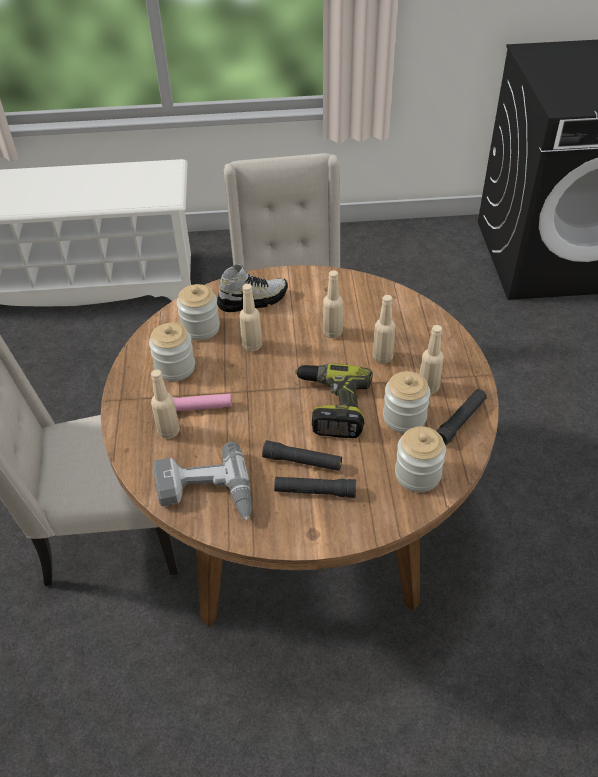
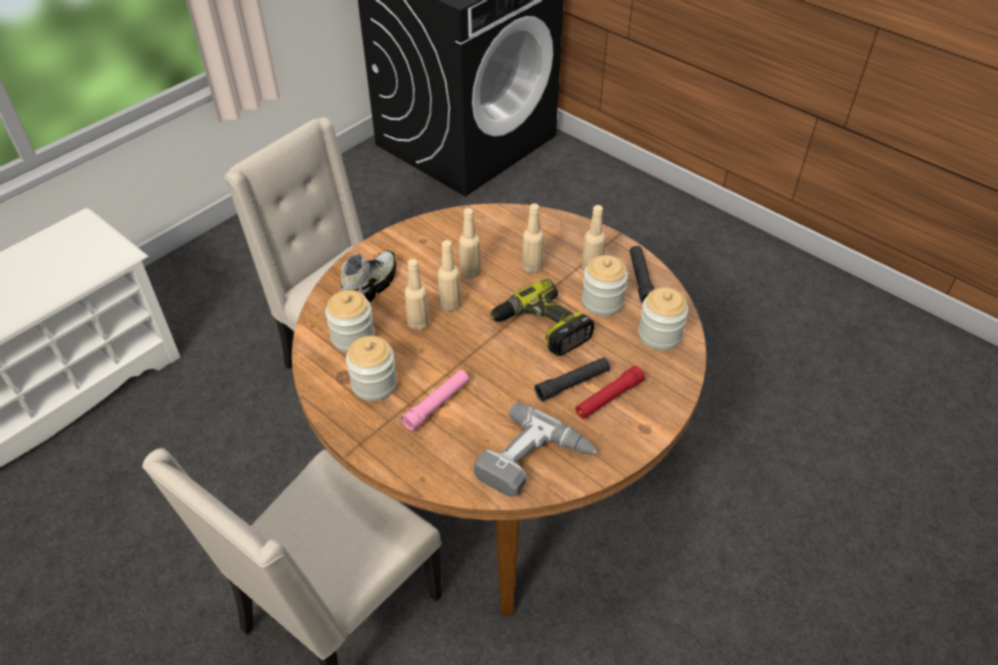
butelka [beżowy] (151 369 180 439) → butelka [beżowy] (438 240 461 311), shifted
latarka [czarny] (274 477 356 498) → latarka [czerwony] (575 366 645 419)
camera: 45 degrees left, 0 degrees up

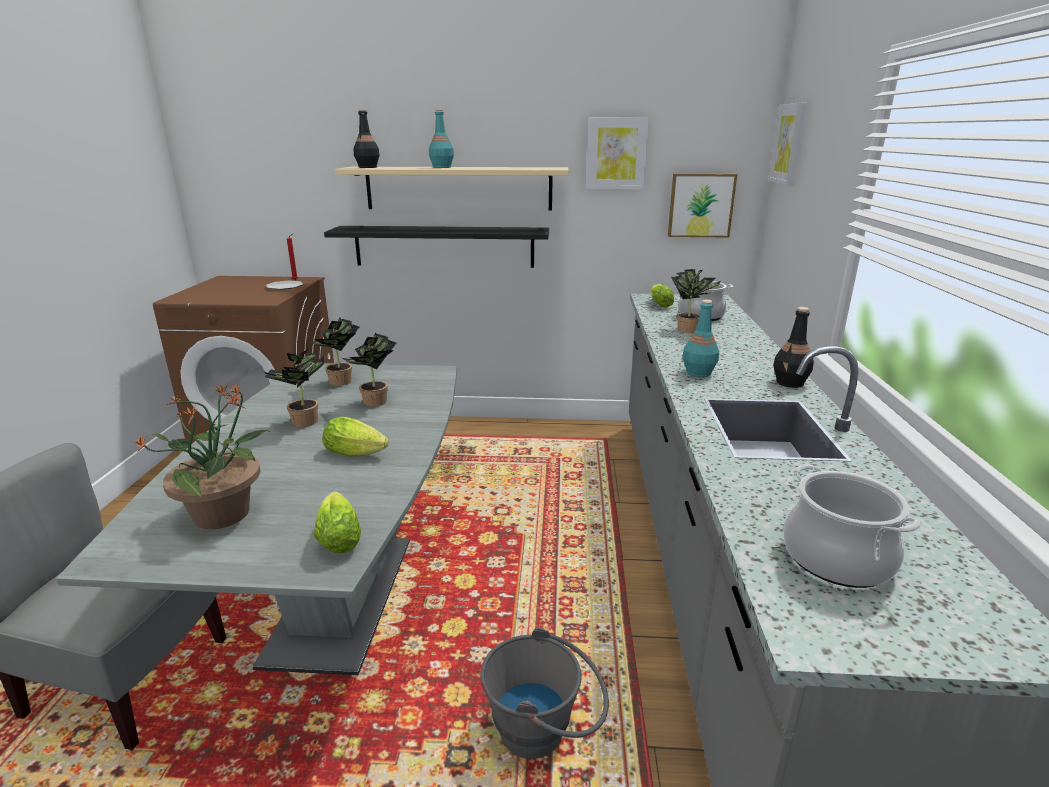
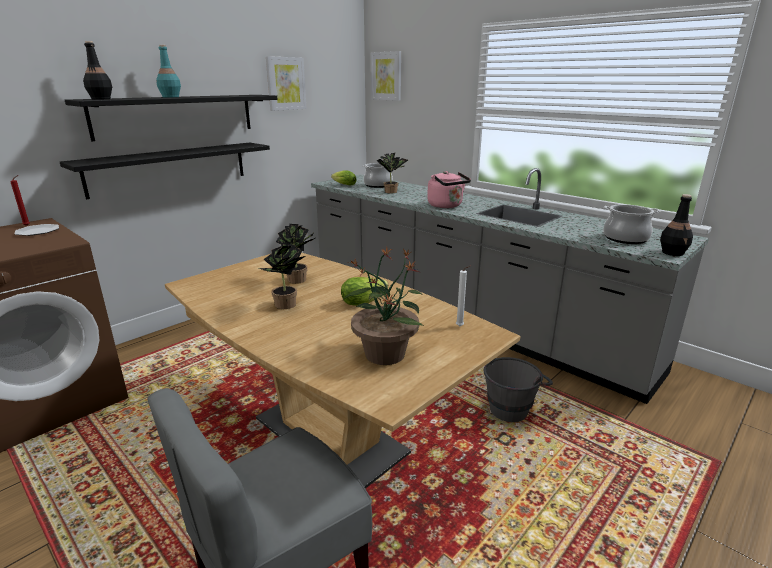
półka [beżowy] (335 167 568 211) → półka [czarny] (65 95 278 141)
obraz (668 173 737 238) → -
butelka [turkusowy] (683 300 719 377) → czajnik [różowy] (427 171 471 208)
butelka [czarny] (773 307 814 388) → butelka [czarny] (660 194 693 256), shifted
roślina doniczkowa (309 318 359 386) → -
stół jadalny [szary] (56 363 457 675) → stół jadalny [brązowy] (165 253 520 489)
sałata (314 491 361 553) → świeca [biały] (456 266 470 326)
camera: 50 degrees left, 0 degrees up

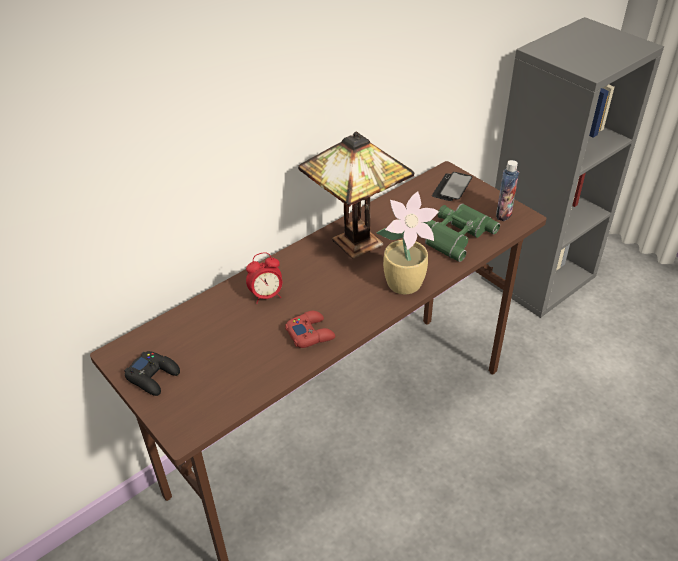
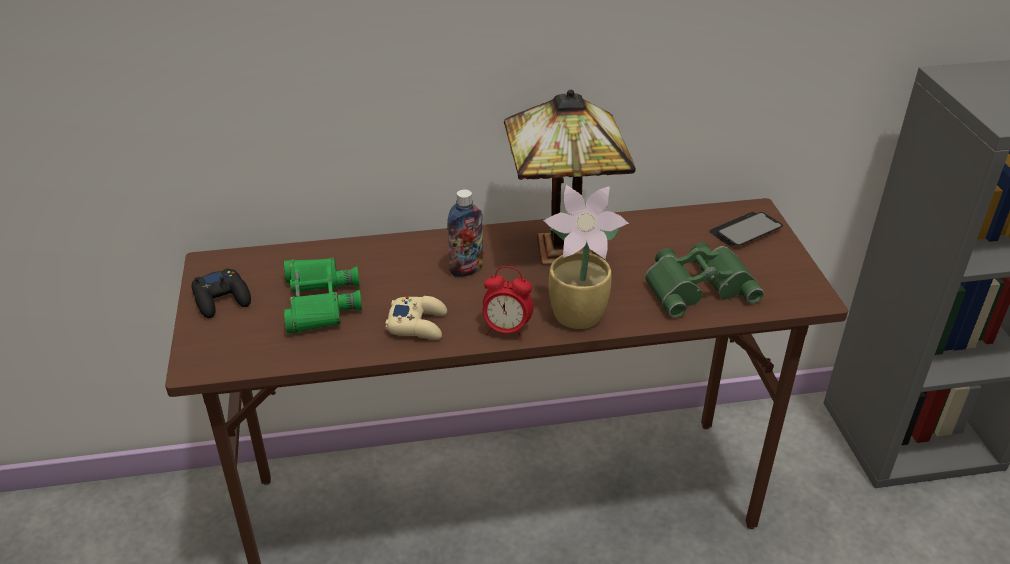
butelka (496 160 519 221) → butelka (447 189 483 277), shifted
budzik (246 252 282 304) → budzik (483 266 533 339), shifted
pad do gier [czerwony] (285 311 335 348) → pad do gier [beżowy] (385 296 447 340)
- → lornetka [zielony] (284 257 362 333)
camera: 30 degrees right, 5 degrees down

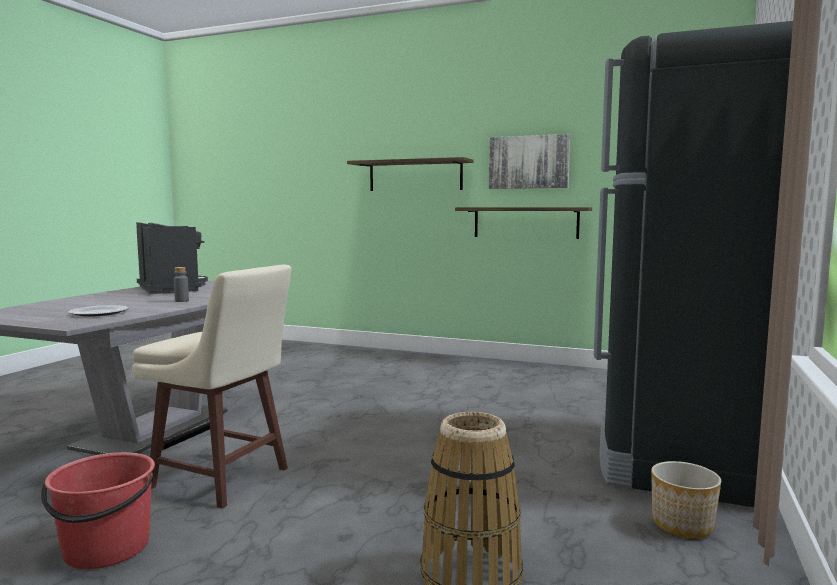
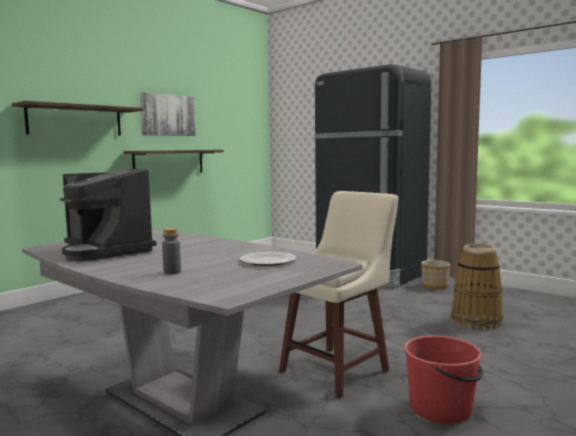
ekspres do kawy (136 222 208 294) → ekspres do kawy (60 169 156 261), 120 degrees counterclockwise
butelka [szary] (174 267 189 302) → butelka [szary] (162 228 181 274), shifted
camera: 70 degrees left, 0 degrees up

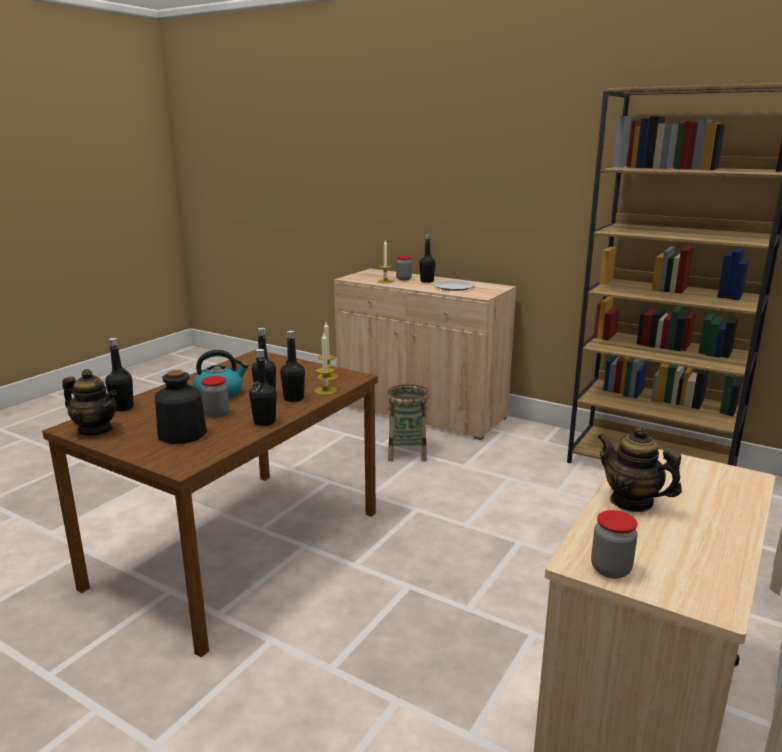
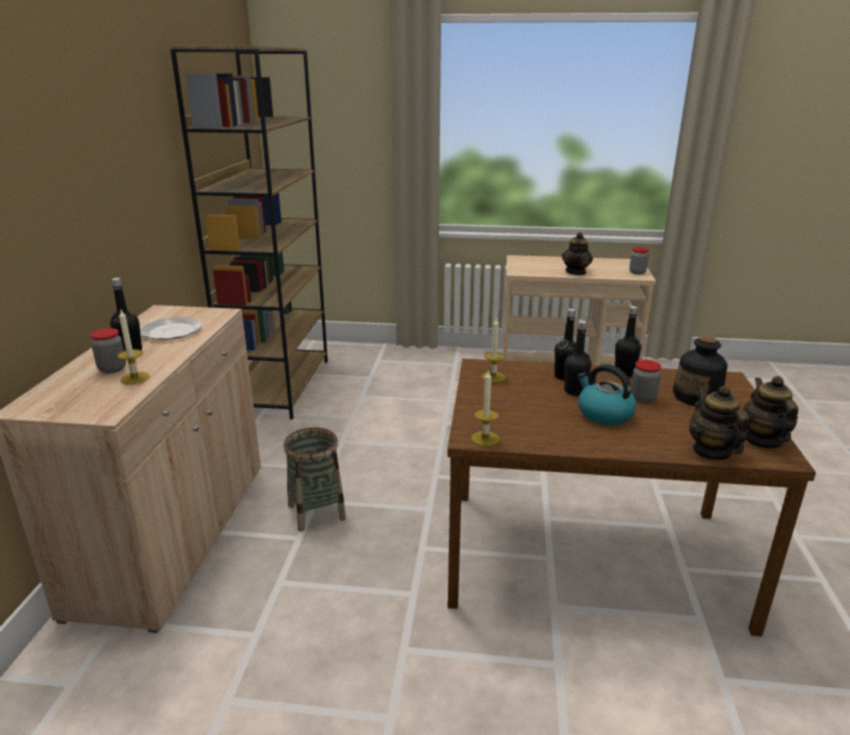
świeca (314 334 337 395) → świeca (471 370 500 446), shifted
butelka [czarny] (105 338 134 412) → imbryk (689 386 749 461)
camera: 115 degrees left, 5 degrees up

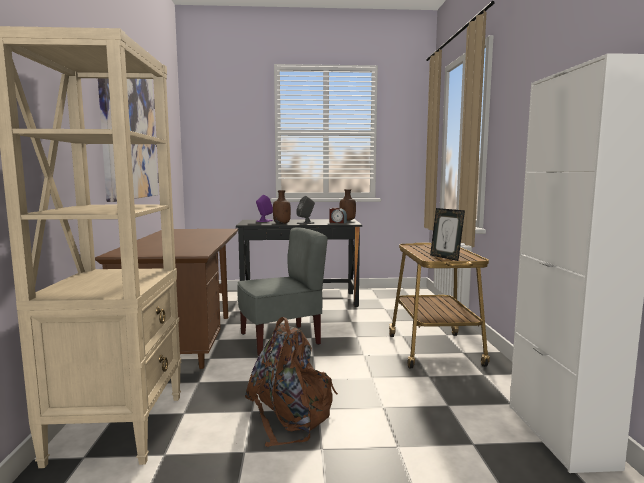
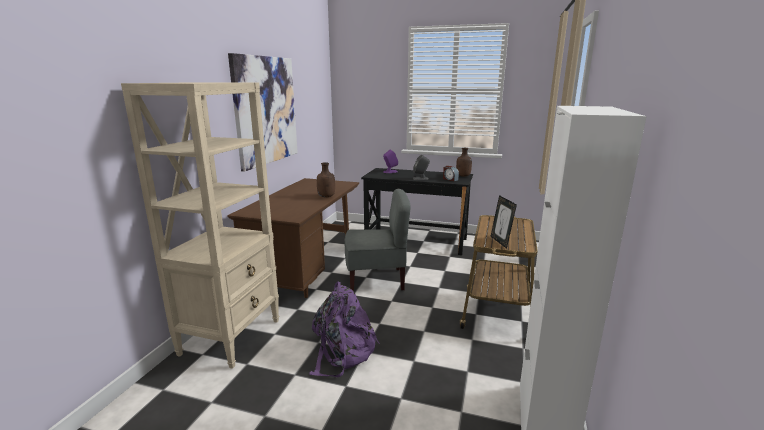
butelka [brązowy] (273 190 291 224) → butelka [brązowy] (317 162 335 197), shifted
plecak [brązowy] (245 317 338 447) → plecak [fioletowy] (309 281 380 377)
camera: 20 degrees right, 10 degrees up

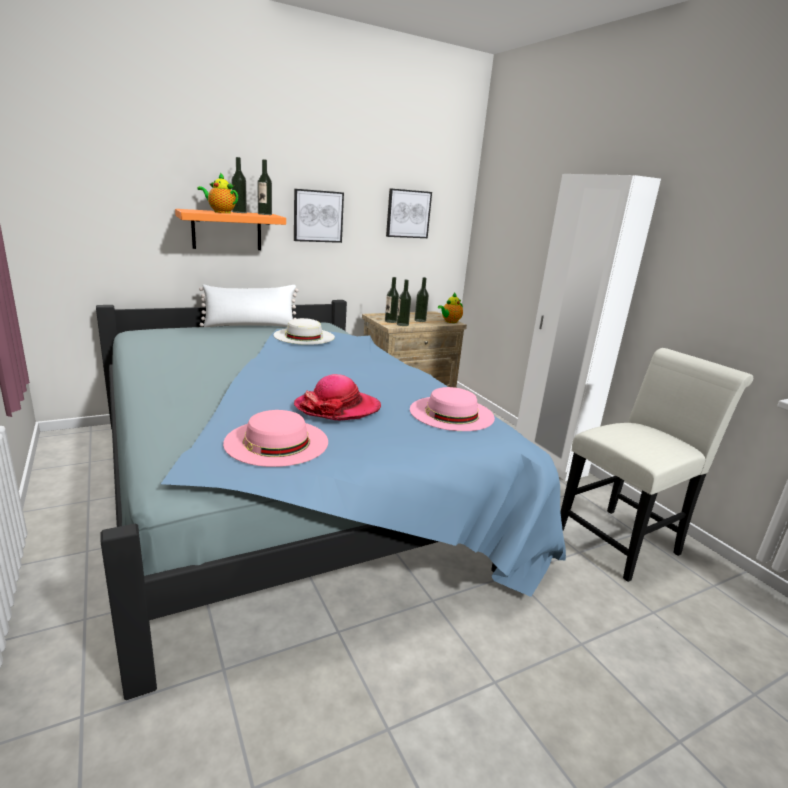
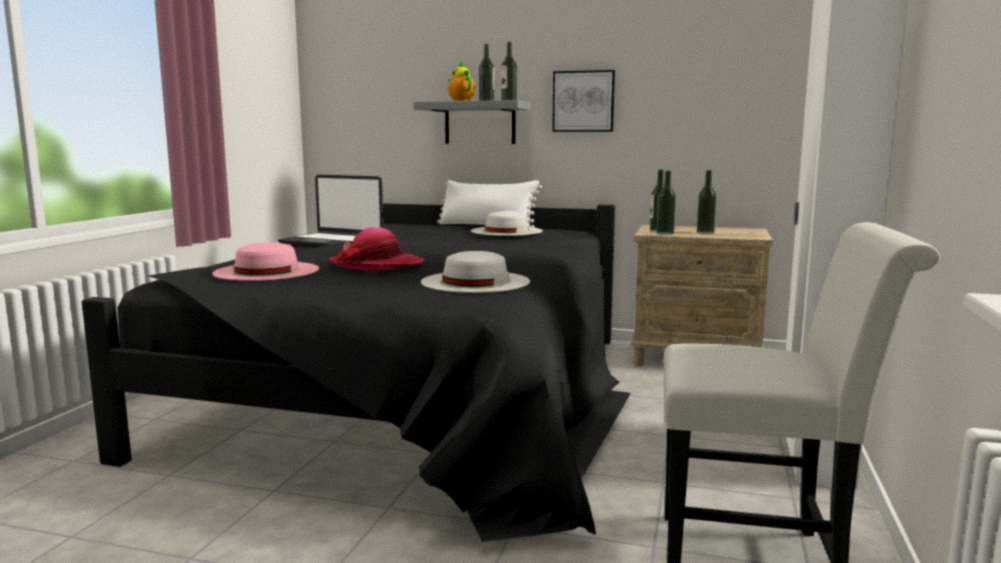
obraz (386 188 432 238) → -
półka [pomarańczowy] (175 209 286 250) → półka [szary] (413 100 530 144)
imbryk (438 292 463 323) → -
łóżko [niebieski] (96 300 566 700) → łóżko [czarny] (82 203 631 542)
kapelusz [różowy] (410 387 495 431) → kapelusz [biały] (421 251 530 293)
- → laptop (278 175 384 247)
camera: 45 degrees right, 10 degrees down

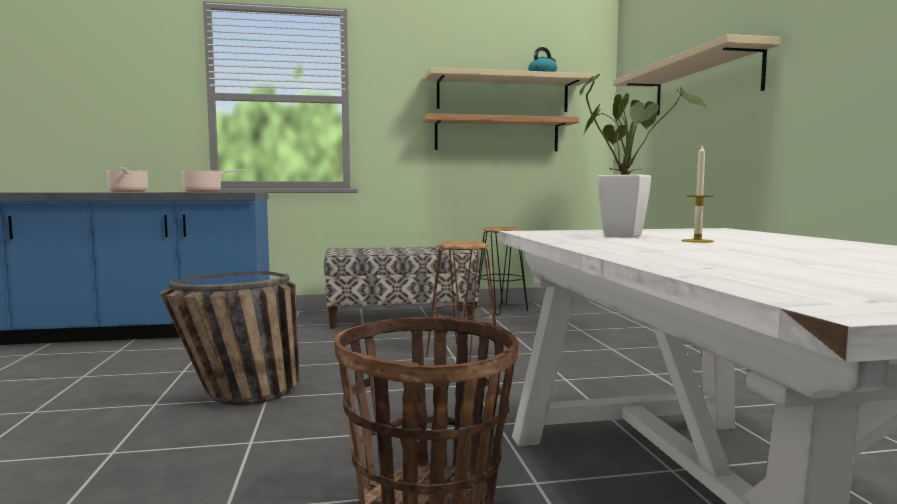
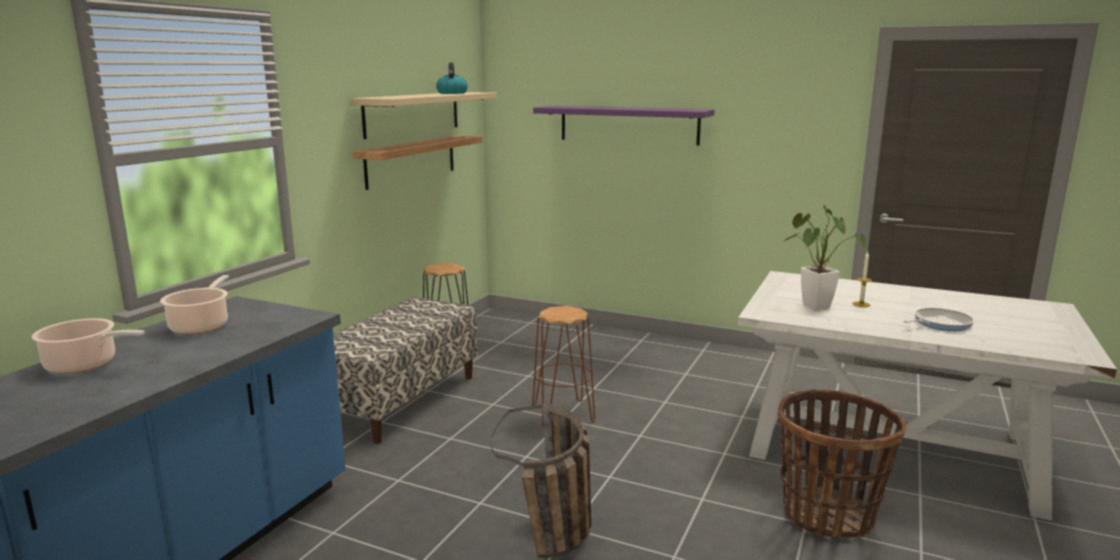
półka [beżowy] (613 34 781 115) → półka [fioletowy] (533 106 715 146)
- → patelnia (903 308 974 331)
camera: 55 degrees left, 10 degrees up

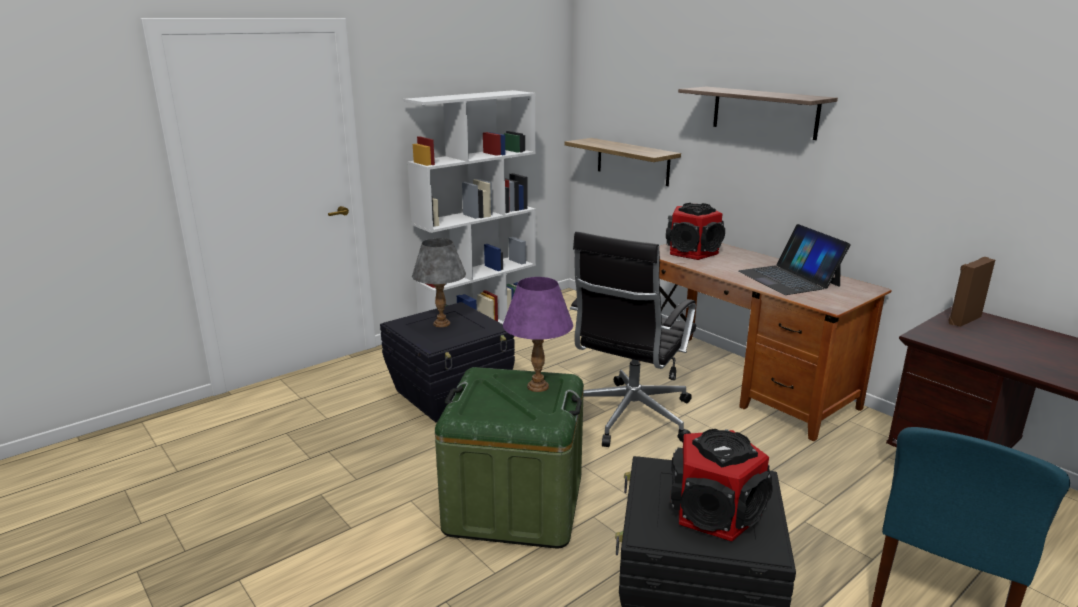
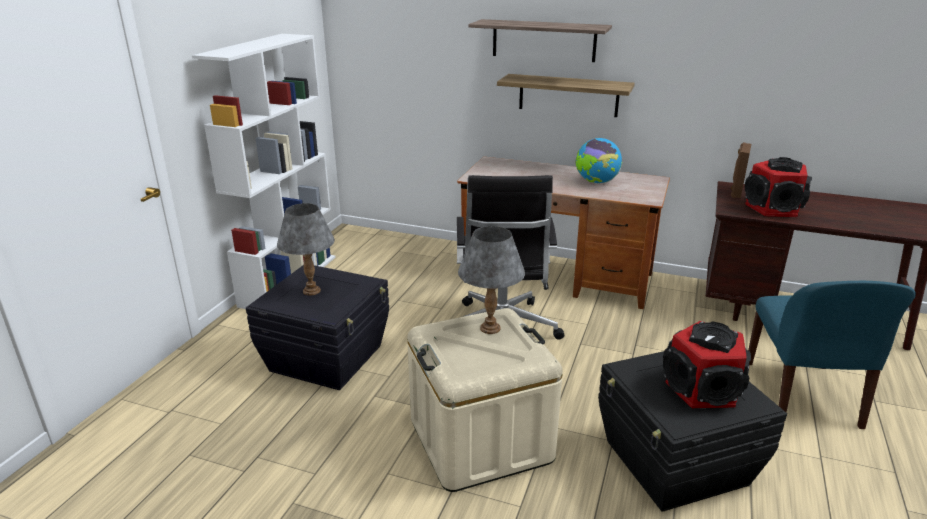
półka (565 138 681 186) → półka (497 74 635 117), shifted
głośnik (666 203 725 260) → głośnik (745 157 812 217), shifted
laptop (738 224 851 295) → globus (576 138 622 183)
lampa stołowa [fioletowy] (503 277 573 392) → lampa stołowa [szary] (458 226 525 334)
pojemnik do przechowywania [zielony] (435 367 584 549) → pojemnik do przechowywania [beżowy] (407 308 563 492)
camera: 30 degrees left, 5 degrees up

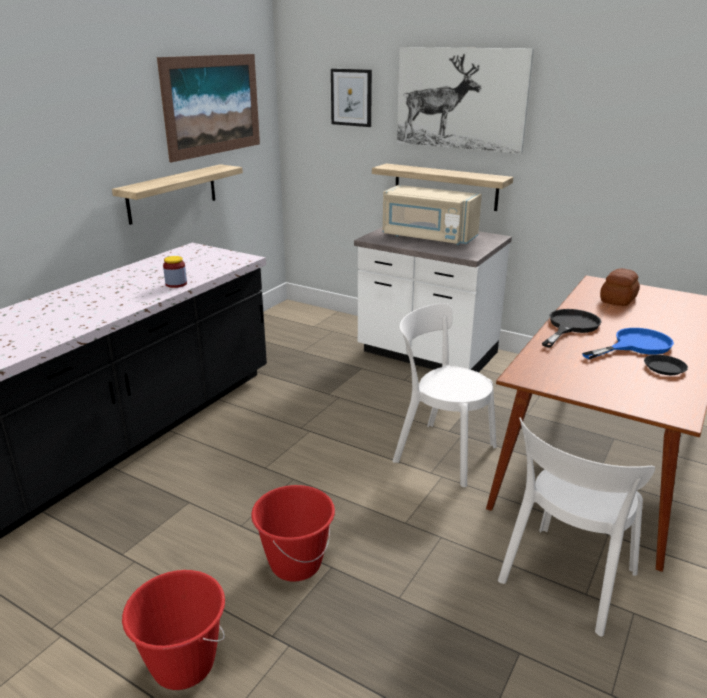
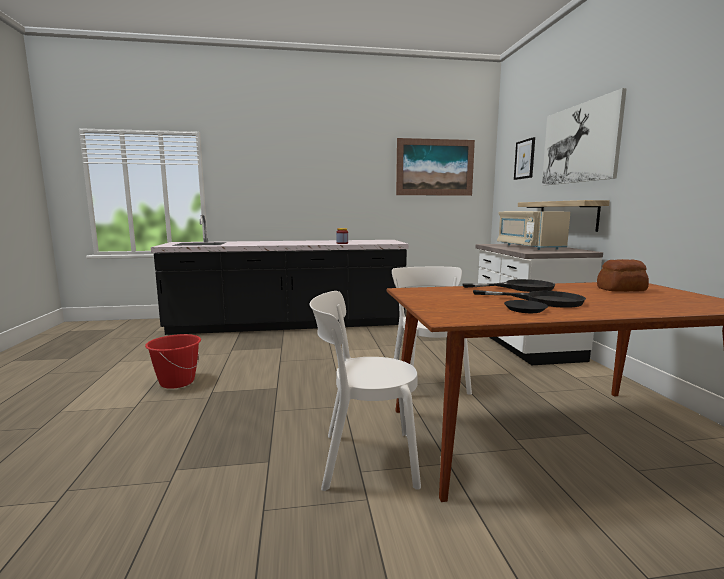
półka (112 164 243 225) → -
patelnia [niebieski] (582 328 674 359) → patelnia [czarny] (473 290 586 308)
wiadro [czerwony] (251 485 335 582) → -
camera: 50 degrees right, 15 degrees down

